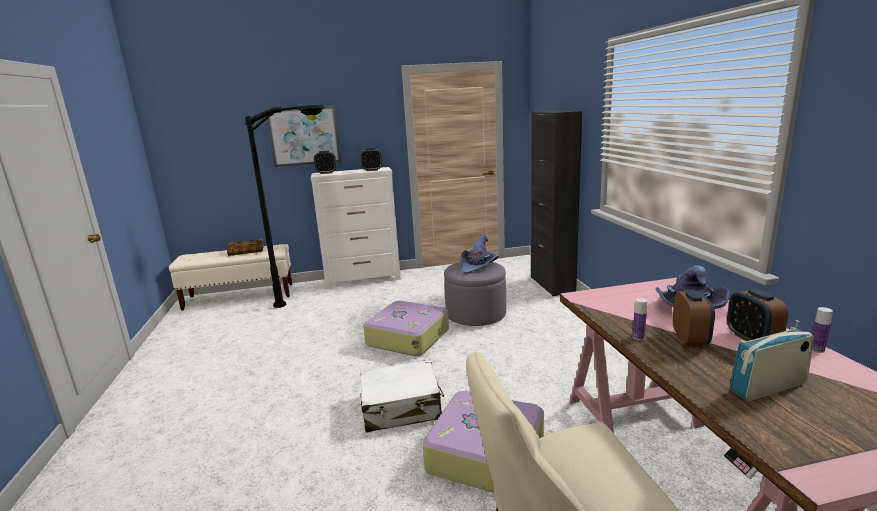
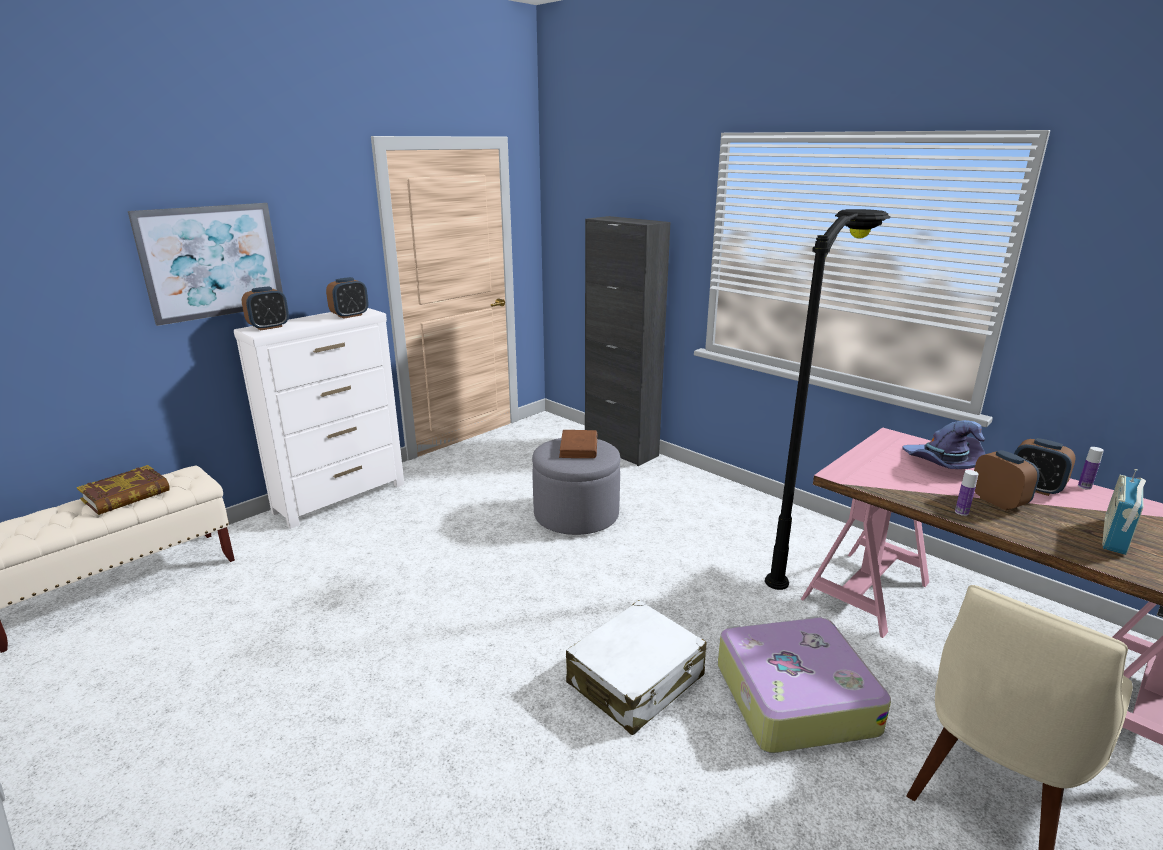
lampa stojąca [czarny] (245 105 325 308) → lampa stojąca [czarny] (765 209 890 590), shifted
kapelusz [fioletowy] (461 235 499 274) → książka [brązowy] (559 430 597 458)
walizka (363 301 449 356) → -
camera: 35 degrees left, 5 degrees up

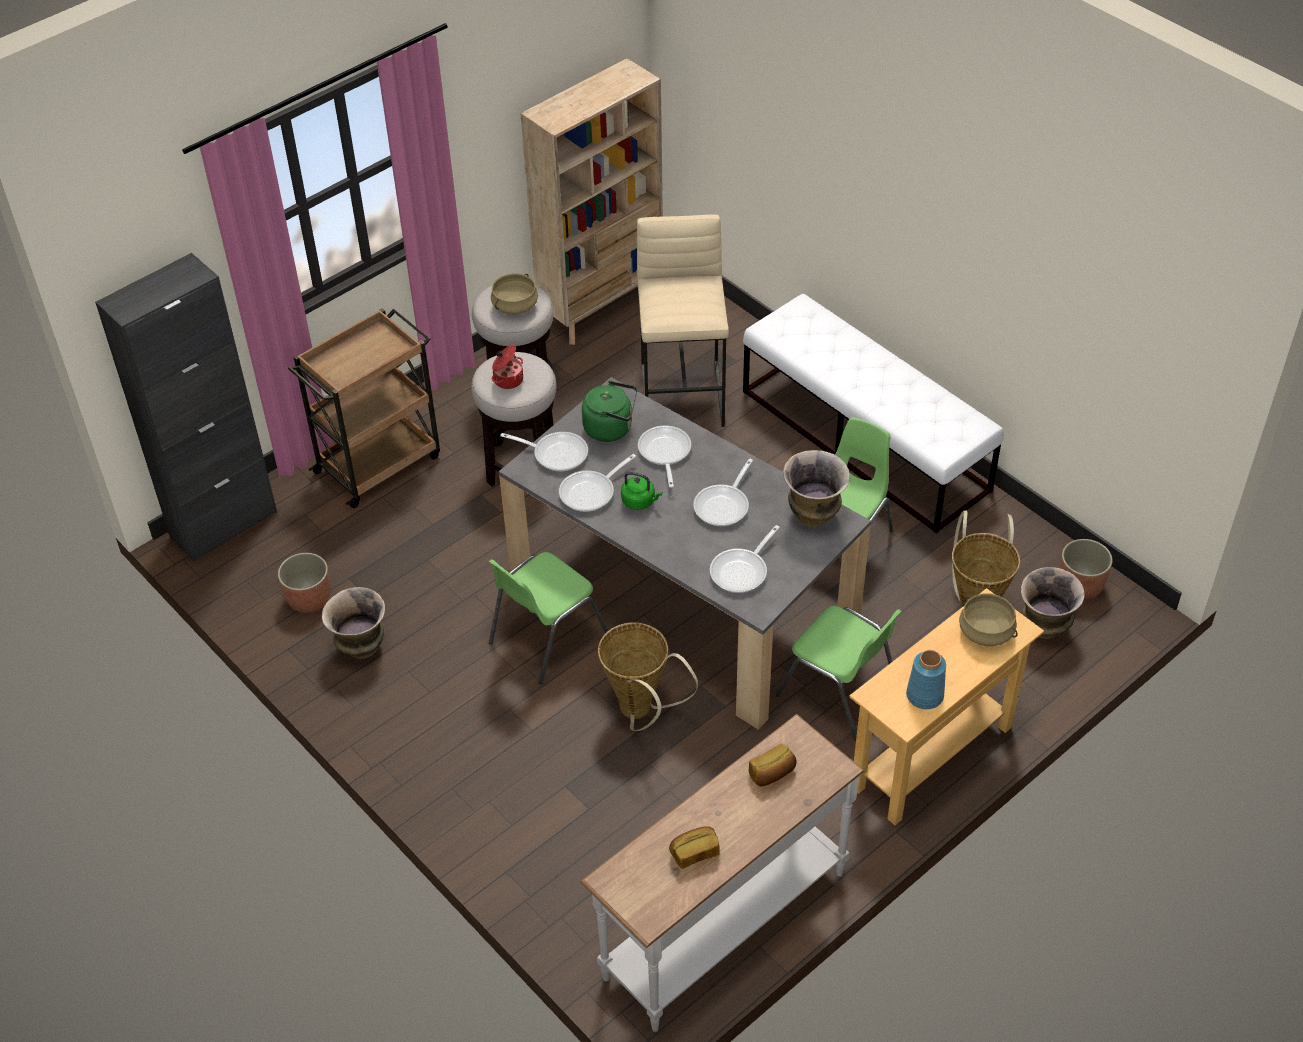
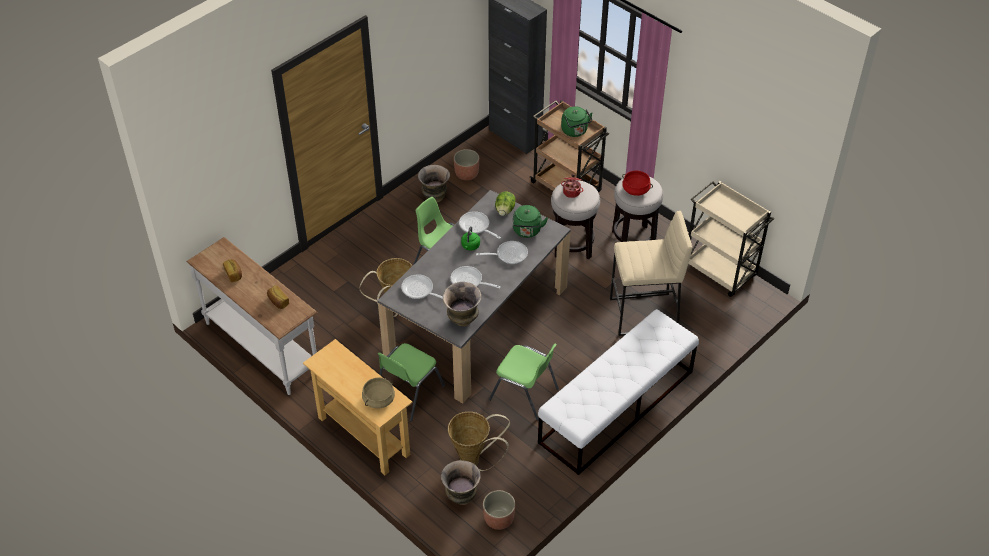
regał [beżowy] (520 58 663 345) → wózek [beżowy] (688 181 774 297)
garnek [beżowy] (491 273 538 315) → garnek [czerwony] (622 171 653 196)
patelnia (500 432 588 472) → sałata (495 192 516 216)
wazon [niebieski] (906 650 946 709) → -
- → czajnik [zielony] (561 106 593 137)
camera: 85 degrees right, 0 degrees up

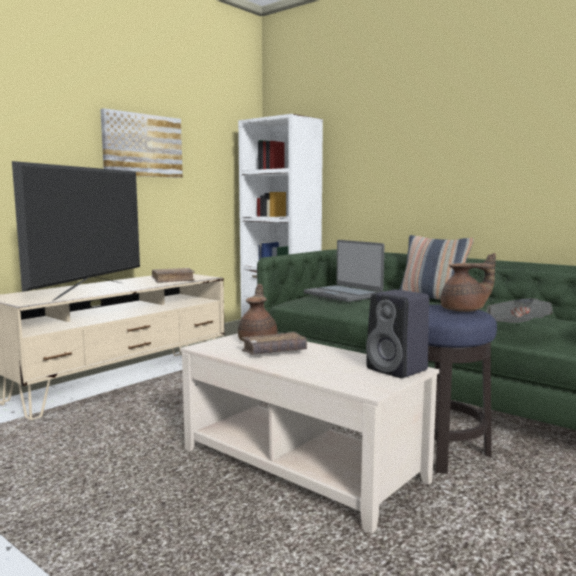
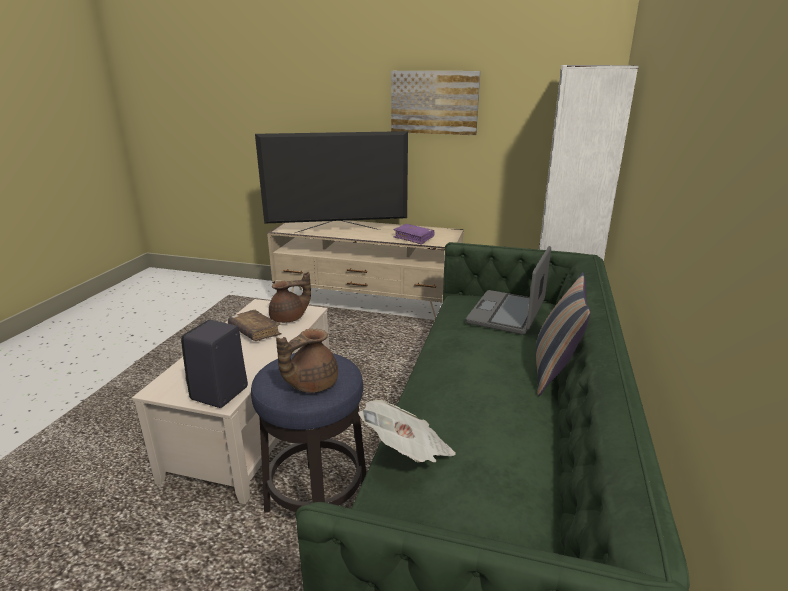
imbryk [brązowy] (441 253 496 312) → imbryk [brązowy] (276 329 338 393), 75 degrees clockwise
książka [brązowy] (152 268 195 283) → książka [fioletowy] (393 224 435 245)
camera: 65 degrees right, 15 degrees up

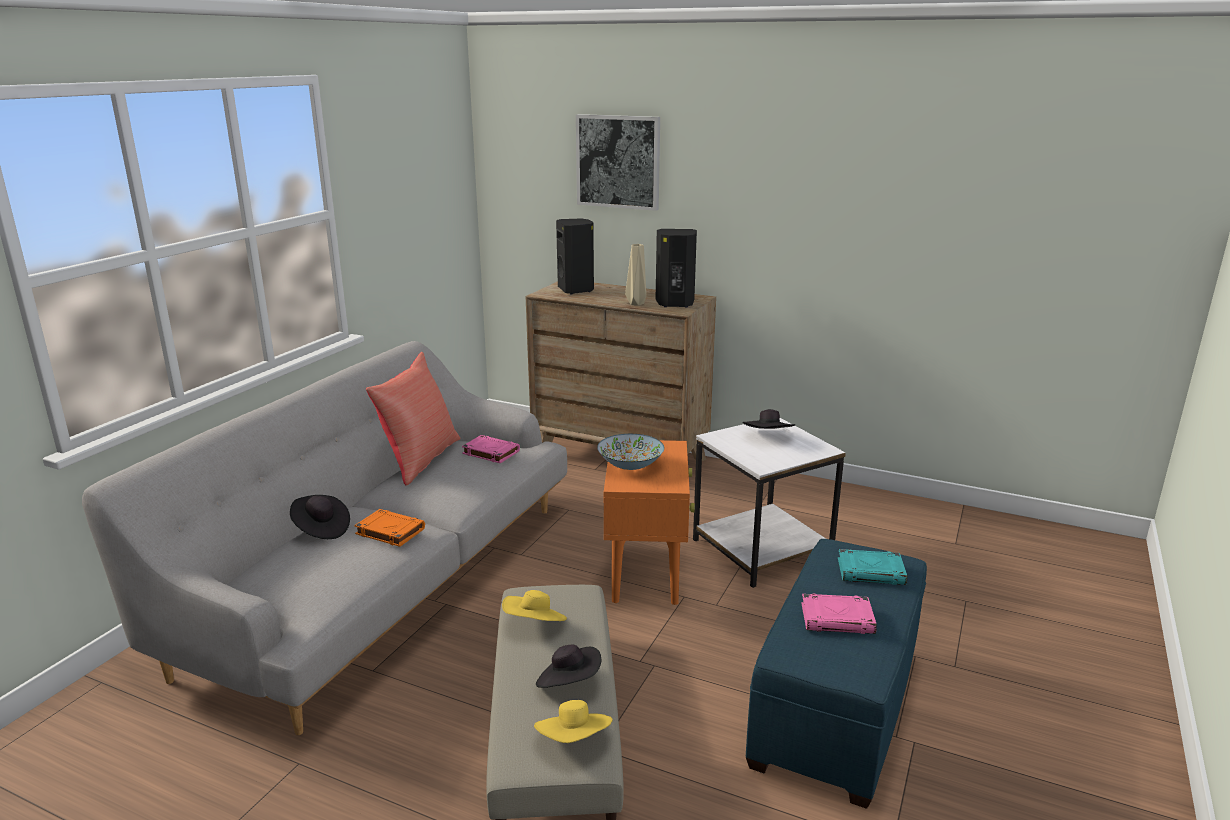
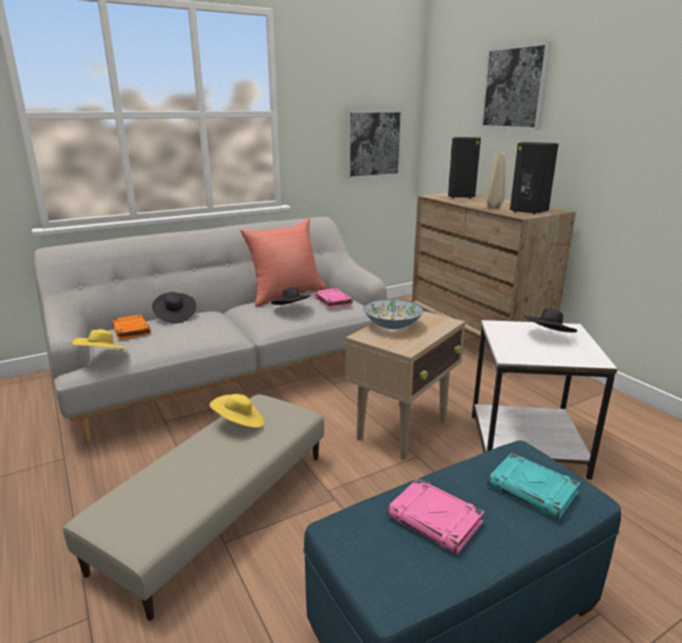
stolik [pomarańczowy] (604 440 695 605) → stolik [beżowy] (345 311 465 460)
książka [pomarańczowy] (354 509 425 547) → książka [pomarańczowy] (112 314 151 340), shifted
kapelusz [czarny] (536 645 601 688) → kapelusz [czarny] (271 287 311 305), shifted
kapelusz [żółty] (534 700 613 743) → kapelusz [żółty] (72 329 127 349), shifted
- → obraz (346 110 403 179)
camera: 35 degrees right, 0 degrees up

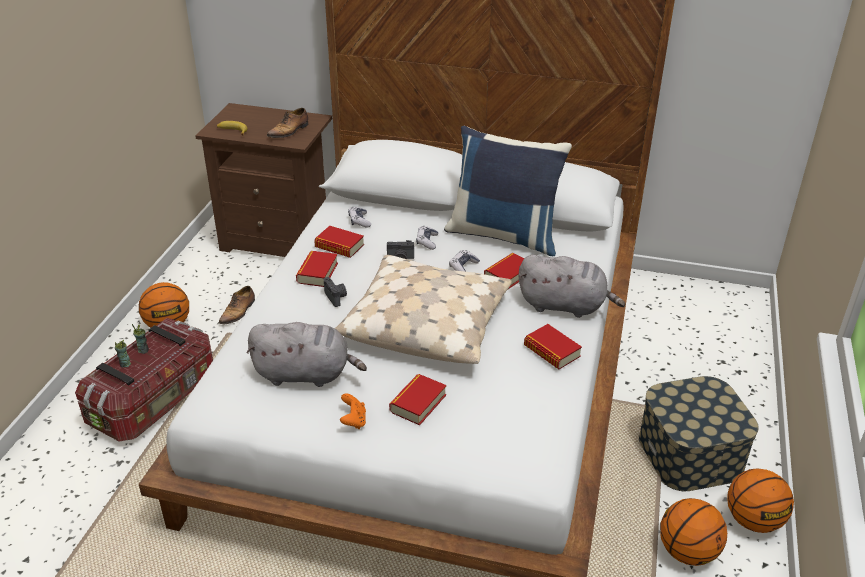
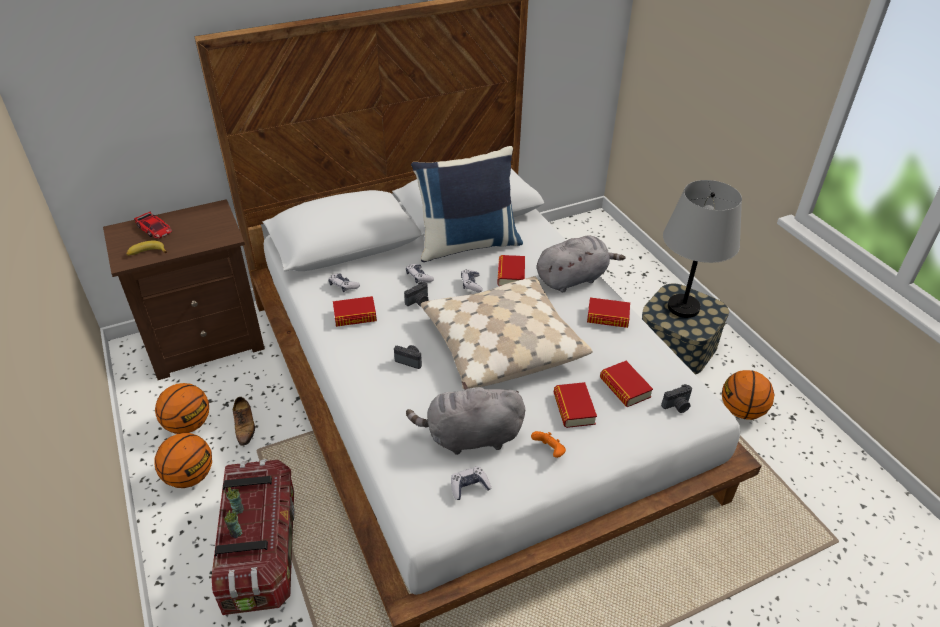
but (267 108 308 138) → -
książka (296 251 338 287) → książka (600 361 653 407), shifted
pluszak [szary] (246 322 367 387) → pluszak [szary] (406 382 525 455), 150 degrees counterclockwise
piłka do koszykówki (727 468 794 533) → piłka do koszykówki (155 383 209 434), shifted
- → lampa stołowa [szary] (663 180 742 318)
- → samochodzik (134 212 172 239)
- → aparat fotograficzny (661 384 692 413)
- → pad do gier (451 466 491 500)
camera: 40 degrees left, 5 degrees up

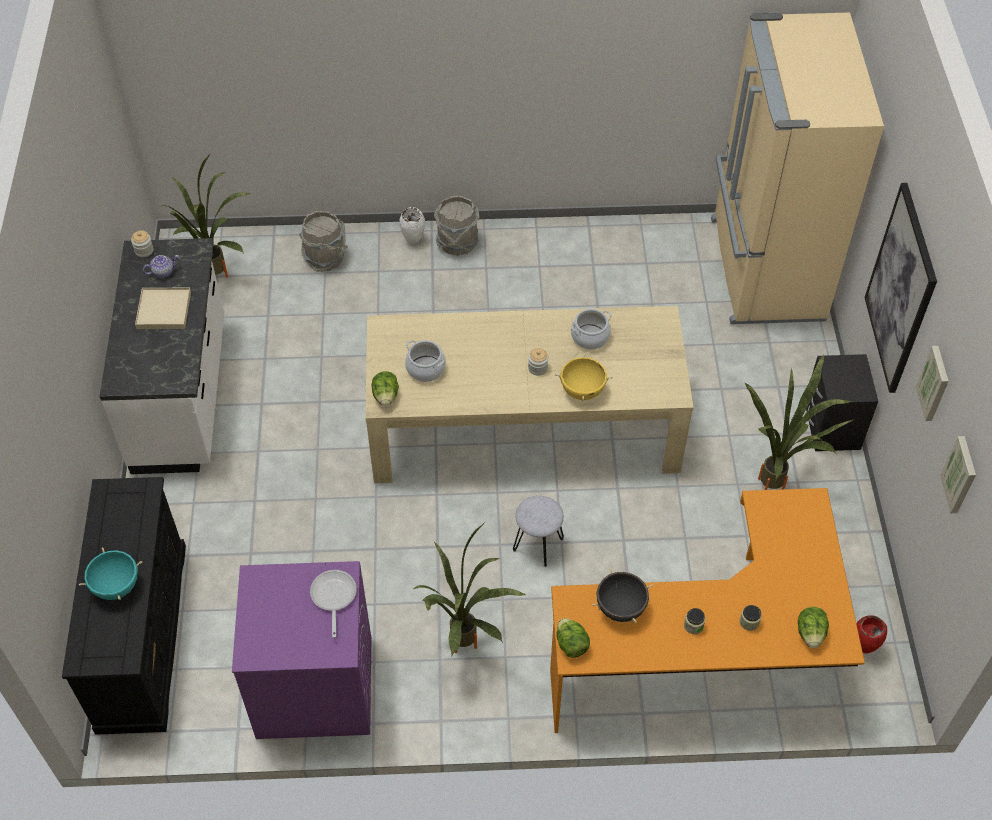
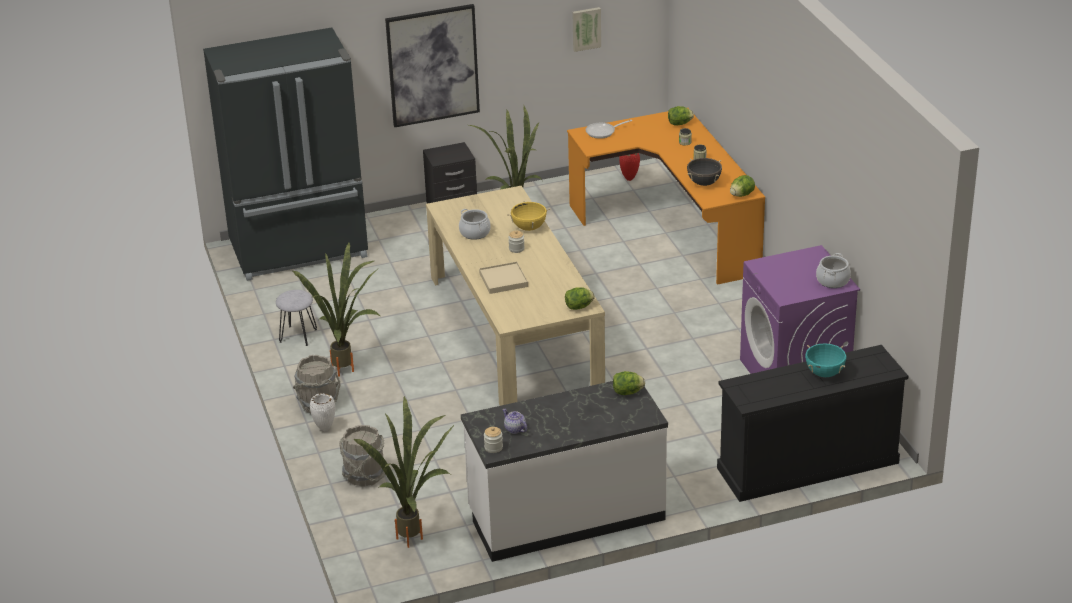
lodówka [beżowy] (711 12 884 324) → lodówka [czarny] (203 27 368 281)
taca [beżowy] (135 288 191 329) → taca [beżowy] (479 262 528 294), shifted
garnek (405 340 446 382) → garnek (816 253 851 288), shifted
obraz (916 346 949 421) → -
stołek [szary] (513 496 564 567) → stołek [szary] (276 290 317 346), shifted
roślina doniczkowa (414 522 527 656) → roślina doniczkowa (293 242 381 377), shifted
patelnia (310 570 357 638) → patelnia (586 120 632 139), shifted
- → sałata (613 371 645 395)
camera: 105 degrees left, 20 degrees down

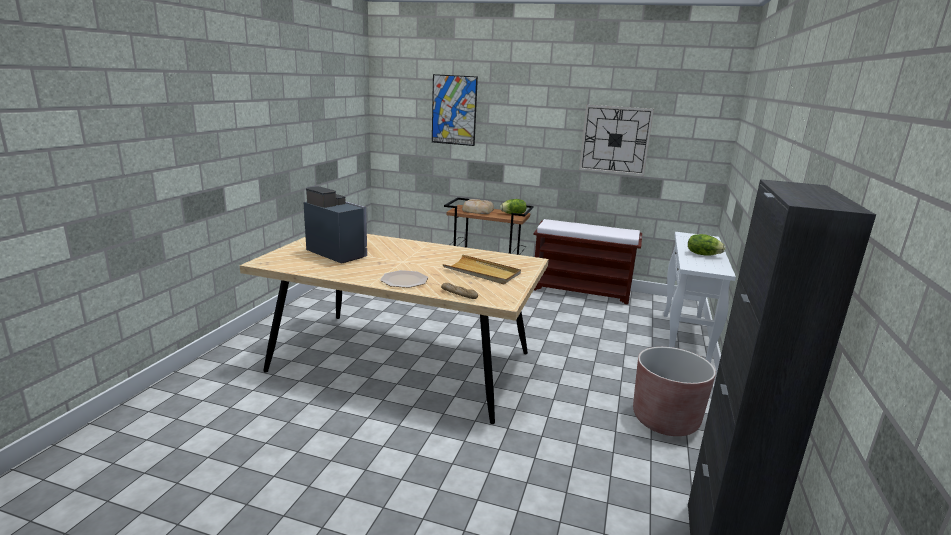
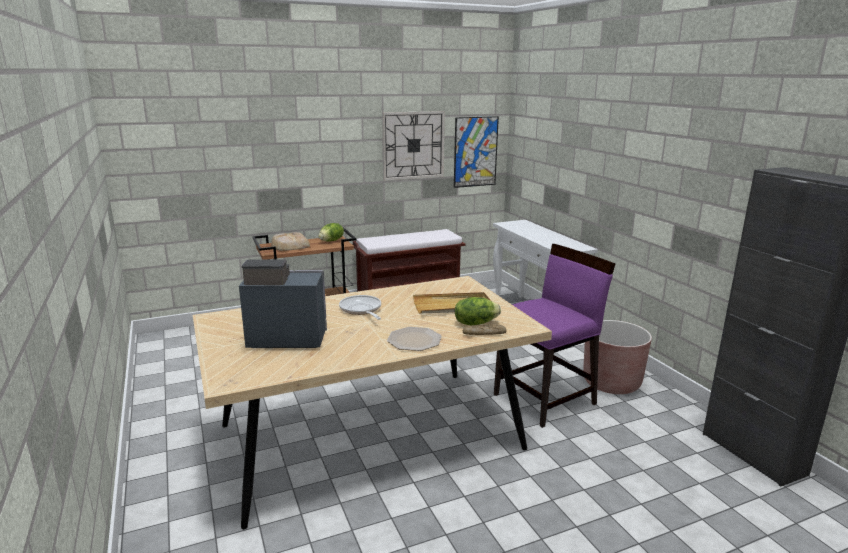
obraz (432 74 478 146) → obraz (454 116 499 188), shifted
sałata (688 234 725 256) → sałata (455 297 501 325), shifted
- → krzesło [fioletowy] (494 244 615 428)
- → patelnia (339 295 381 320)
camera: 40 degrees left, 0 degrees up

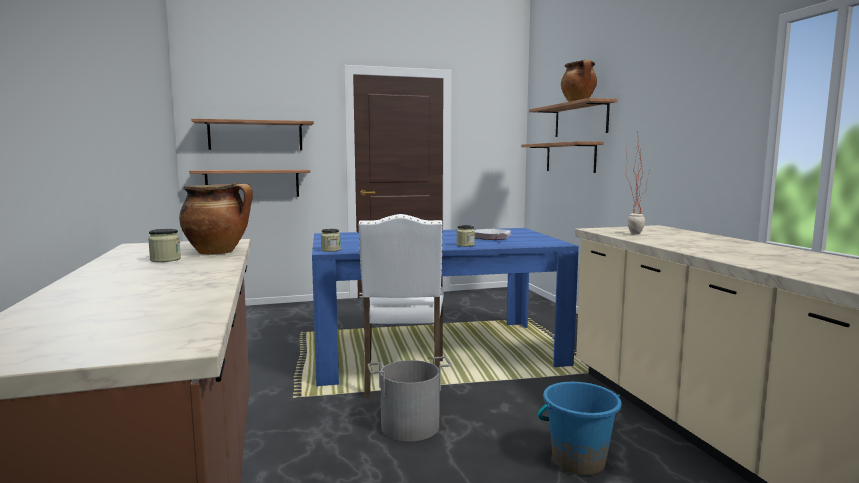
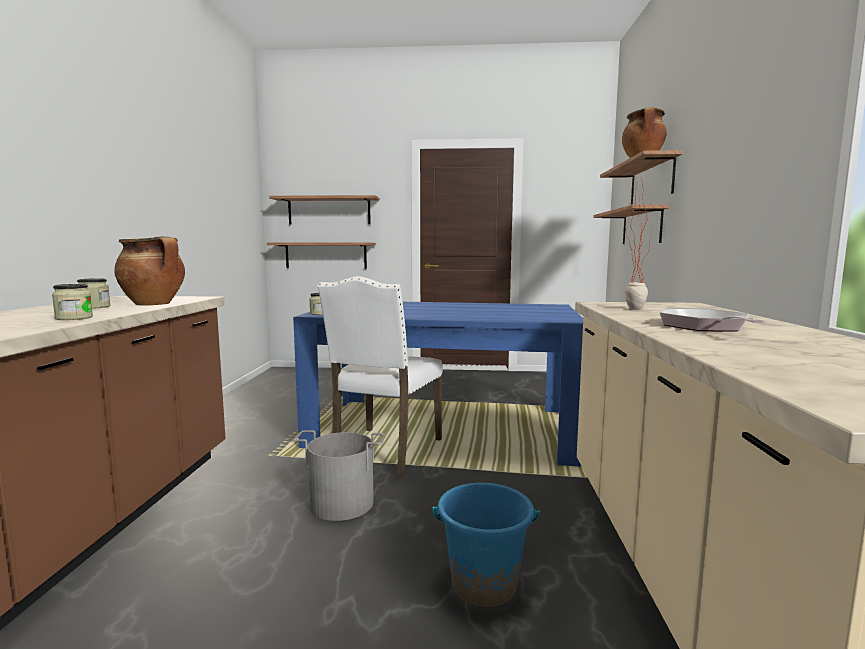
słoik (456 225 475 247) → słoik (52 284 93 320), shifted
patelnia (474 229 513 240) → patelnia (660 308 764 332), shifted
camera: 20 degrees right, 0 degrees up

